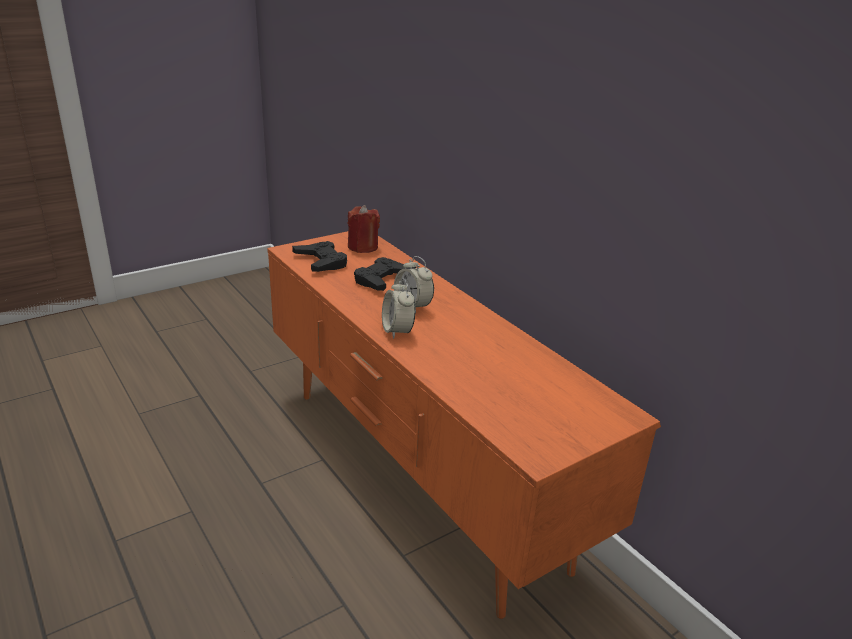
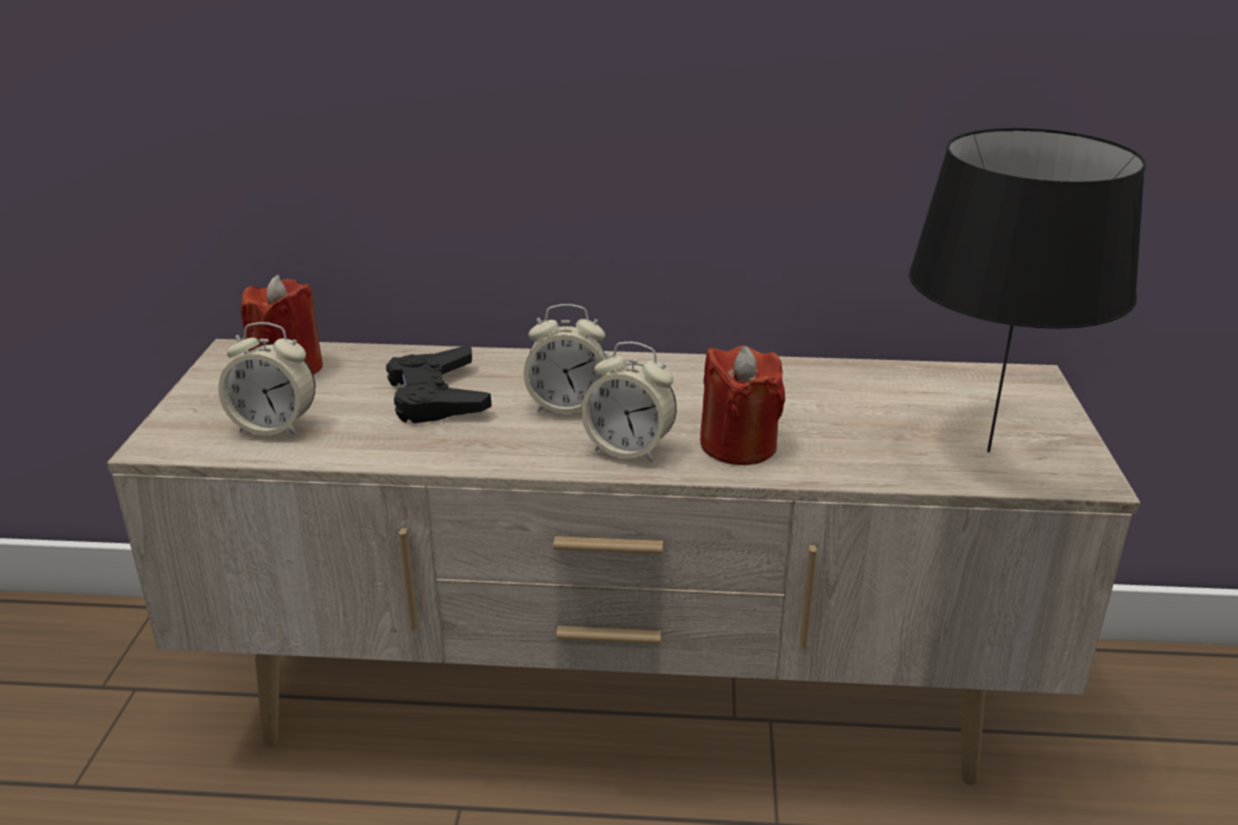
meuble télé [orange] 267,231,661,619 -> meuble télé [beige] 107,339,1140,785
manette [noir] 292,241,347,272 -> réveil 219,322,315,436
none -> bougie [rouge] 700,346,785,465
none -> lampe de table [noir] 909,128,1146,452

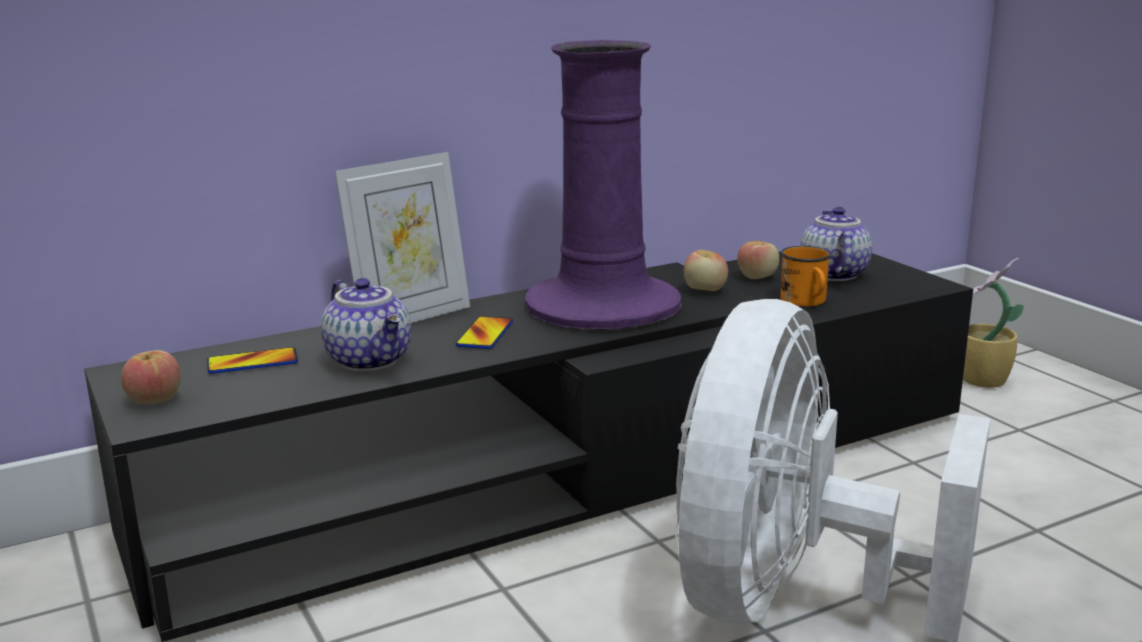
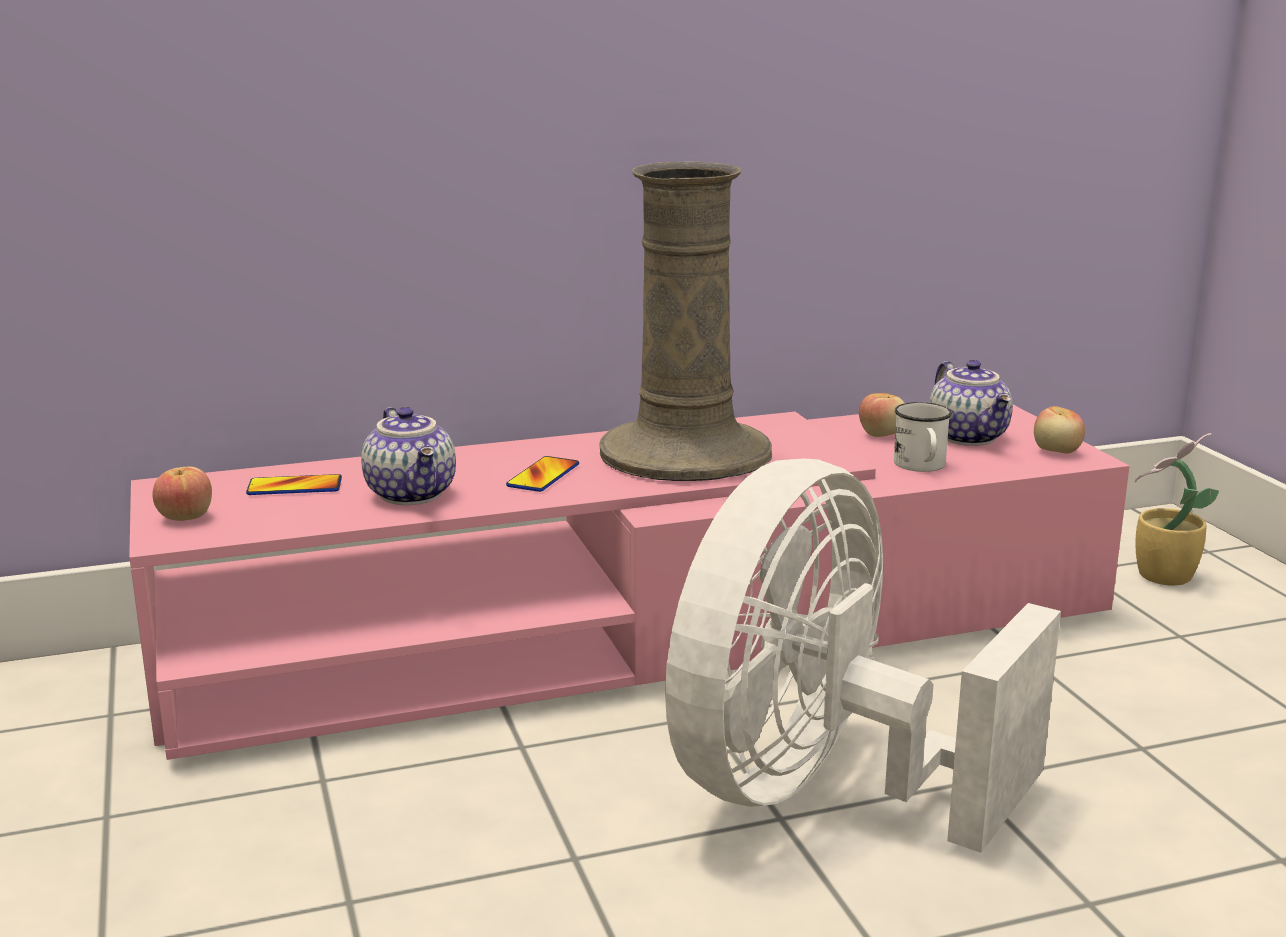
meuble télé [noir] 84,252,973,642 -> meuble télé [rose] 129,405,1130,760
cadre photo 335,152,470,323 -> none
vase [violet] 525,40,681,330 -> vase [beige] 599,161,772,481
pomme 684,250,728,291 -> pomme 1034,406,1085,454, relocated
mug [orange] 781,246,831,306 -> mug [blanc] 894,402,952,472
théière 800,207,872,281 -> théière 929,360,1013,446, 150 degrees clockwise

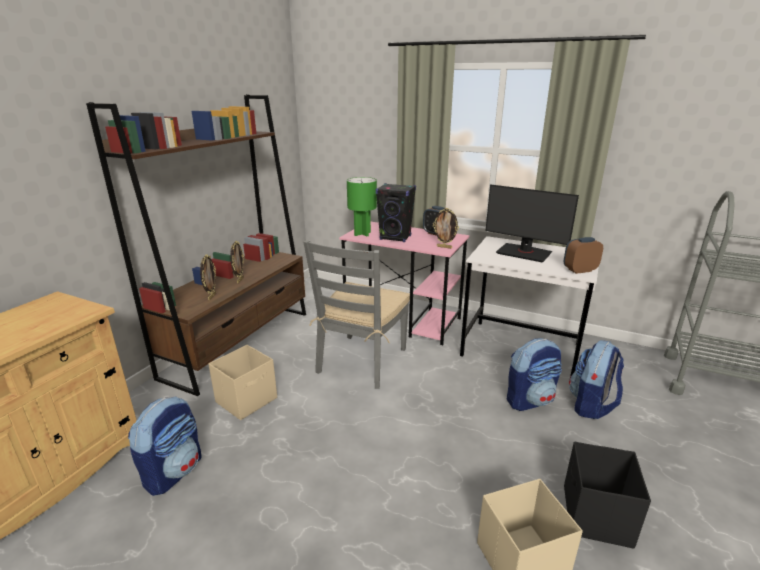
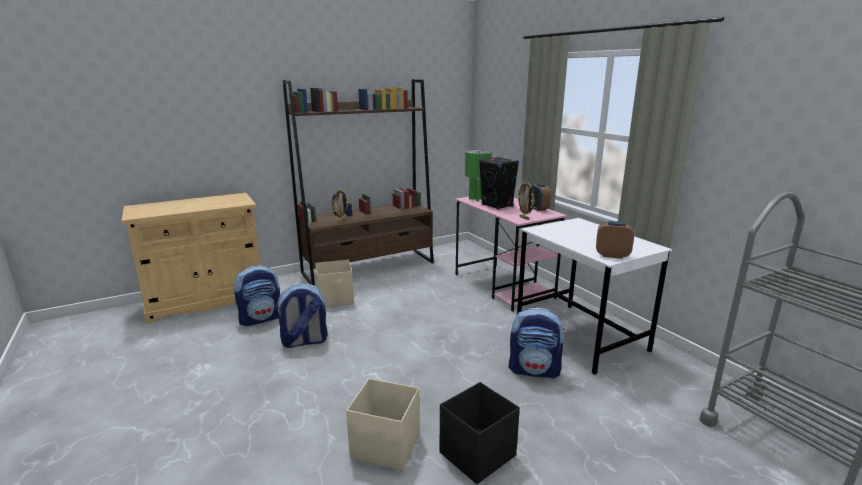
cadre photo 230,241,244,283 -> none
chaise [gris] 303,240,410,389 -> none
écran d'ordinateur 486,184,579,263 -> none
sac à dos 569,340,624,419 -> sac à dos 276,283,328,348, relocated

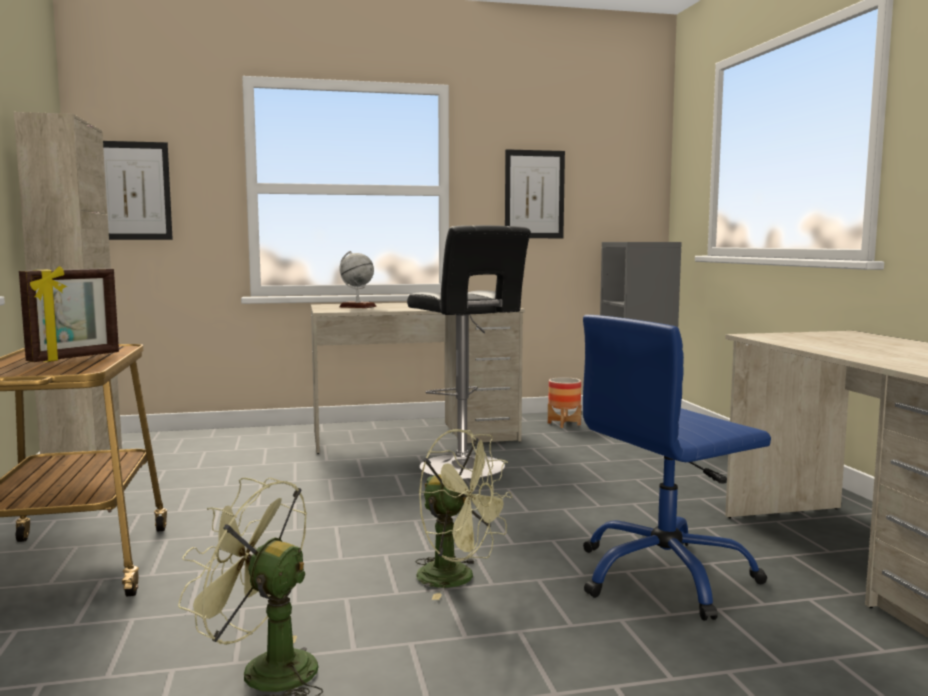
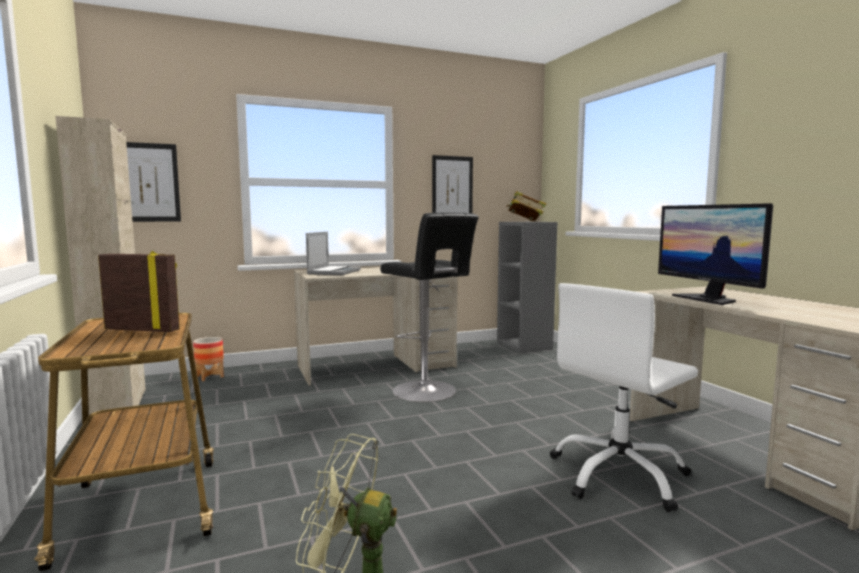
cadre photo 19,266,119,362 -> cadre photo 98,251,180,332, 105 degrees counterclockwise
globe 339,251,376,308 -> ordinateur portable 306,232,361,275
ventilateur [vert] 415,429,513,600 -> none
cache-pot 548,377,581,428 -> cache-pot 193,337,224,381, relocated
chaise de bureau [bleu] 583,315,771,621 -> chaise de bureau [blanc] 550,283,698,512
none -> livre 506,191,546,222
none -> écran d'ordinateur 658,203,773,305

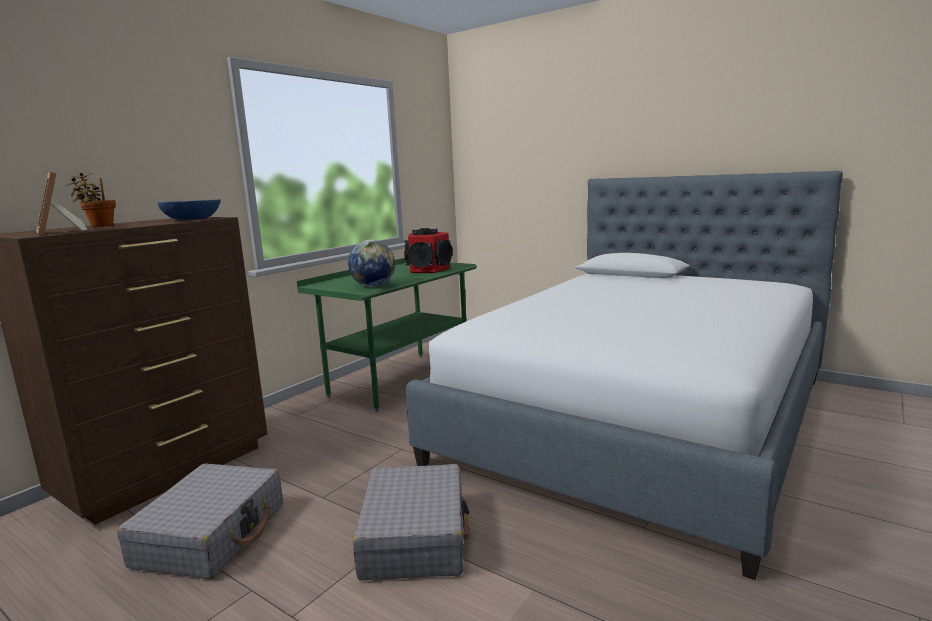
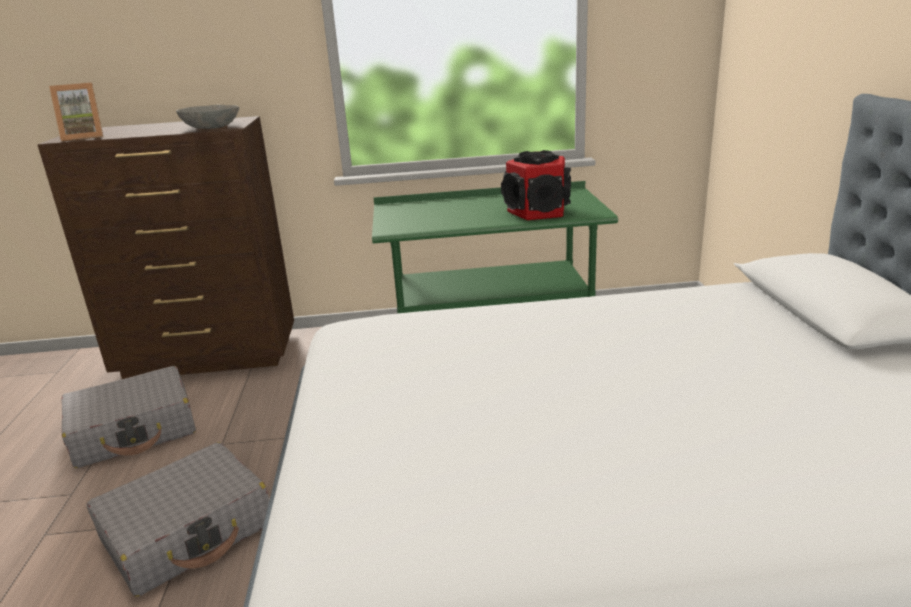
cadre photo 36,172,88,235 -> cadre photo 49,83,104,141, 120 degrees counterclockwise
plante en pot 66,173,116,227 -> none
bol [bleu] 158,199,221,220 -> bol [gris] 176,105,239,129
globe 348,240,395,287 -> none

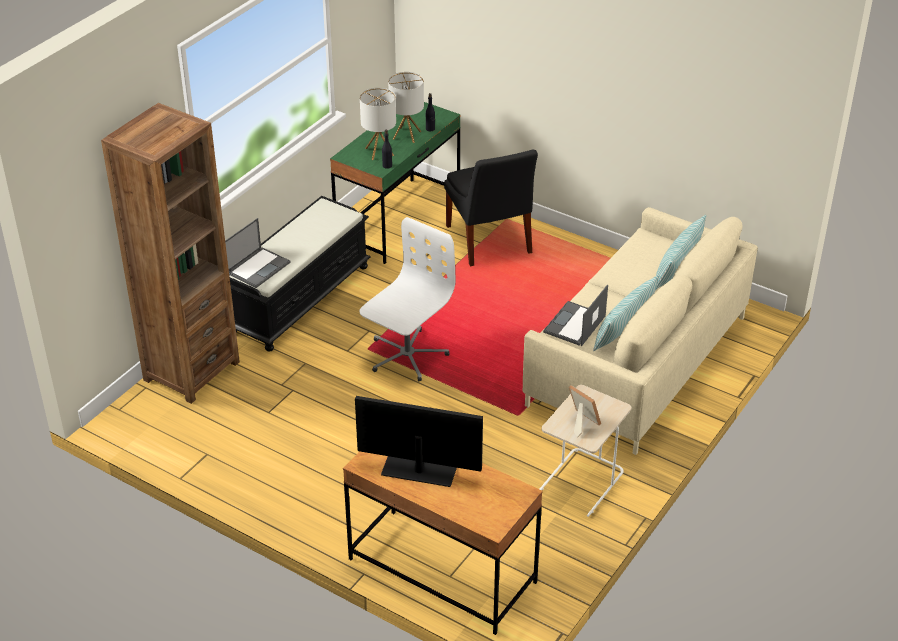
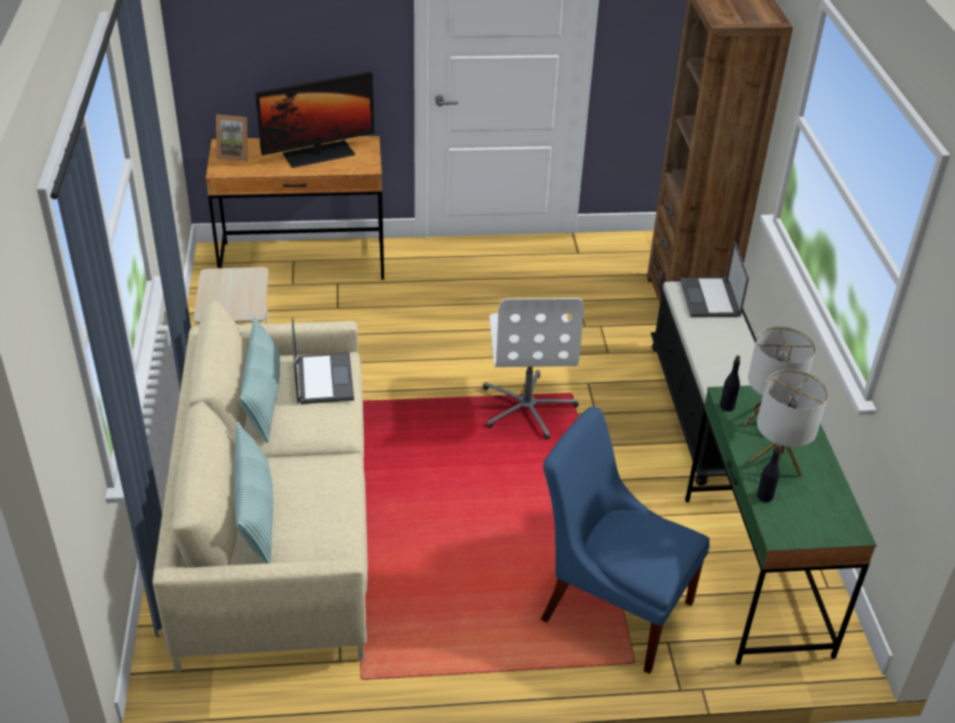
chaise [noir] 444,150,538,266 -> chaise [bleu] 541,407,710,674
cadre photo 569,385,601,437 -> cadre photo 216,114,248,162, relocated

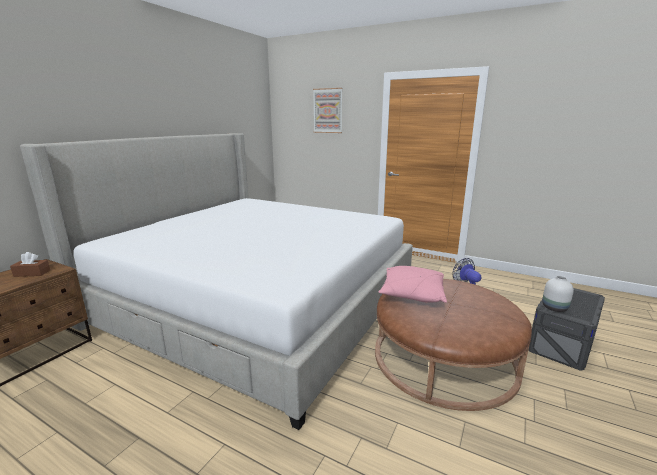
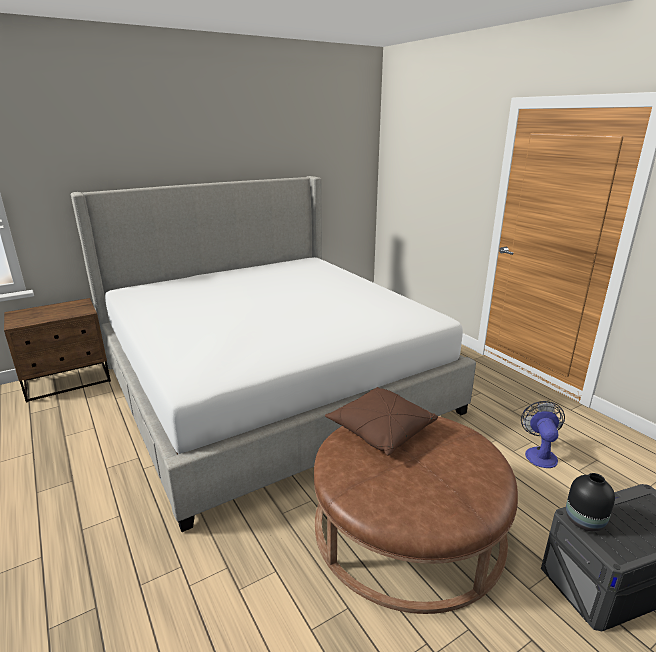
boîte à mouchoirs [marron] 10,252,50,277 -> none
tableau 313,88,343,133 -> none
coussin [rose] 378,266,447,303 -> coussin [marron] 325,387,438,456
vase [blanc] 542,276,574,312 -> vase [noir] 566,473,615,532

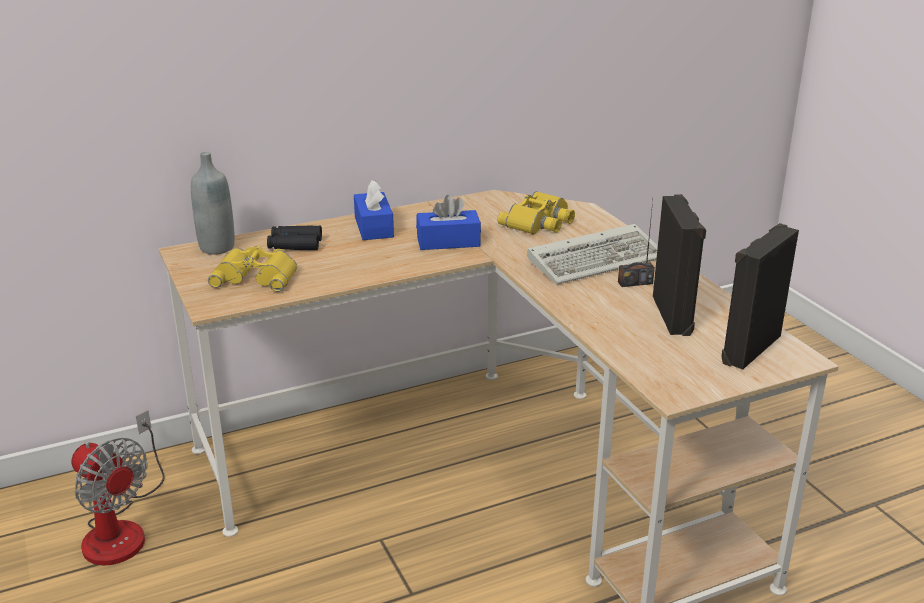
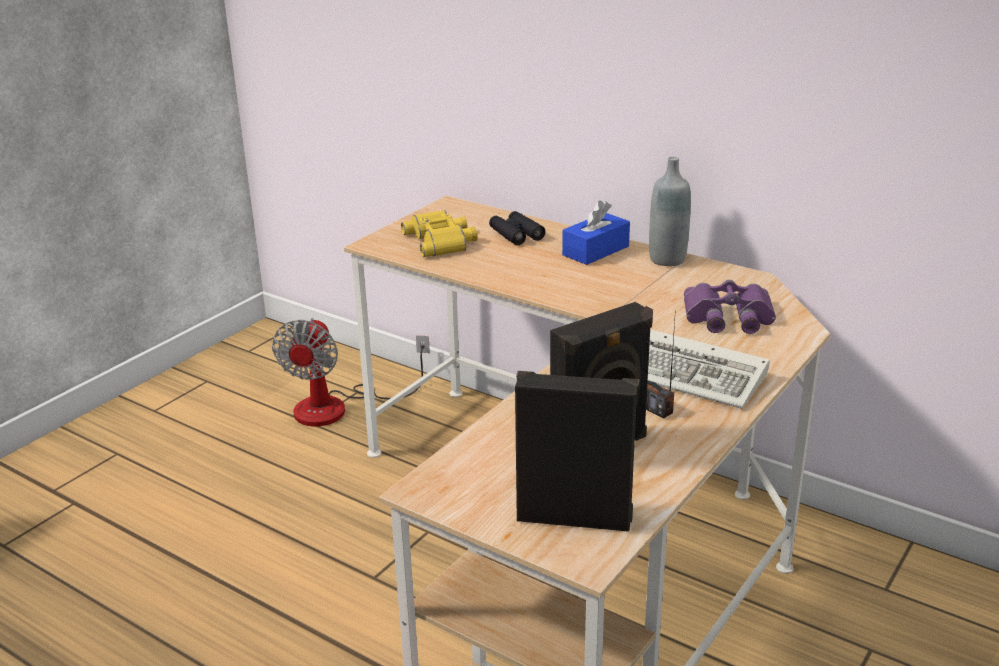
bouteille [gris] 191,152,235,255 -> bouteille [gris] 649,157,691,266, relocated
boîte à mouchoirs [bleu] 416,195,481,250 -> none
jumelles [jaune] 498,191,575,235 -> jumelles [violet] 684,280,776,334

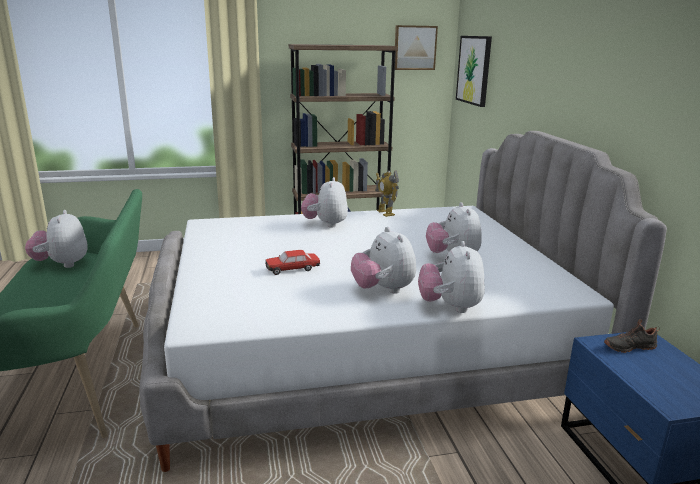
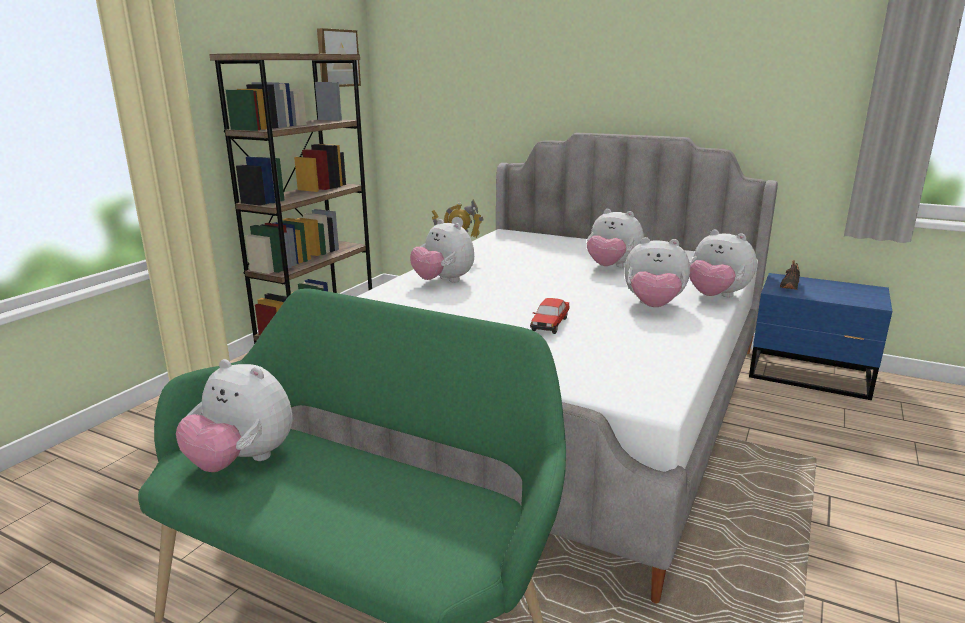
tableau 456,36,492,107 -> none

